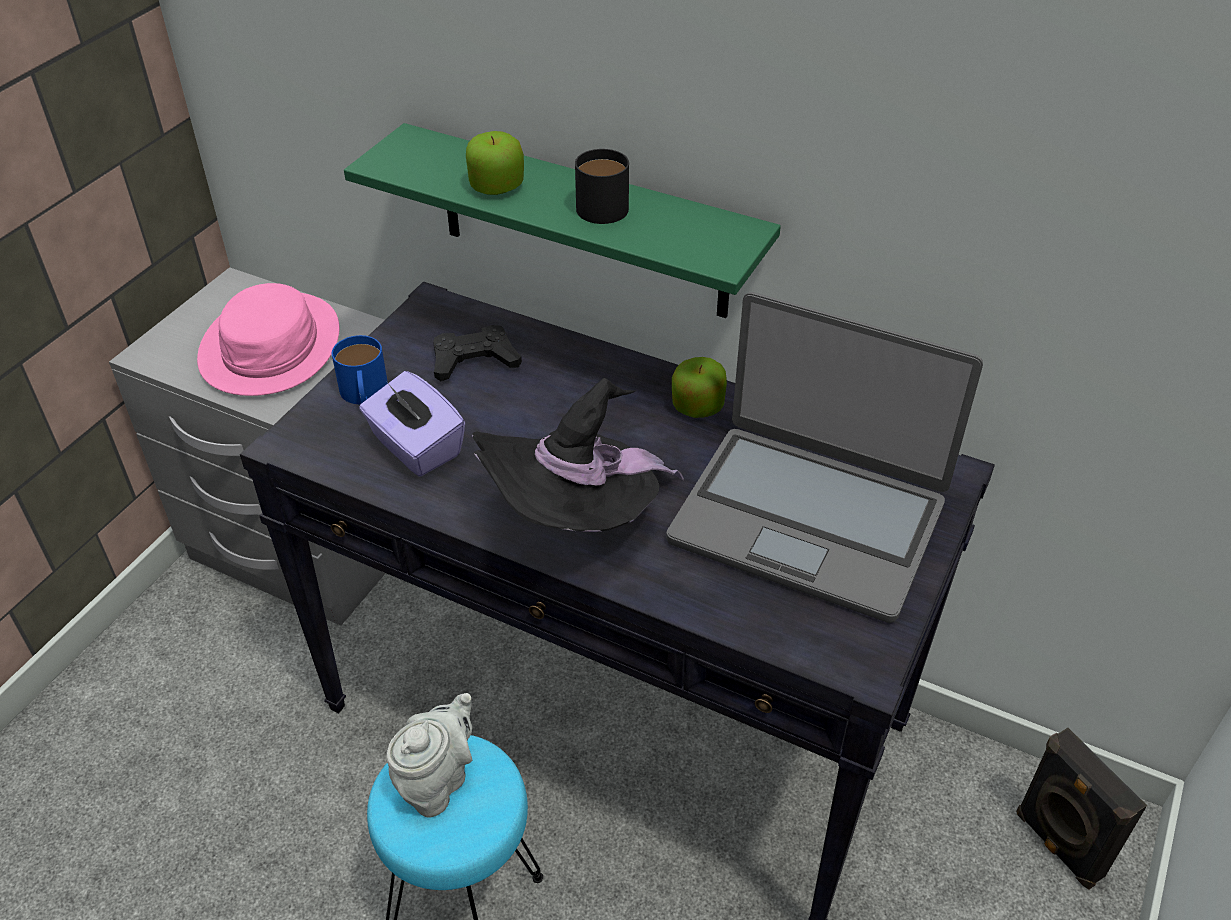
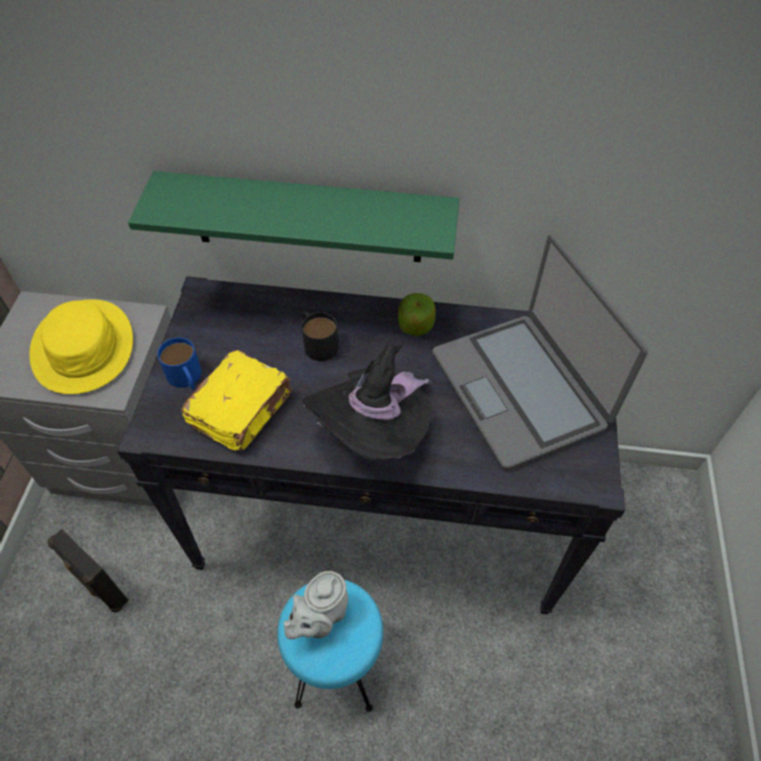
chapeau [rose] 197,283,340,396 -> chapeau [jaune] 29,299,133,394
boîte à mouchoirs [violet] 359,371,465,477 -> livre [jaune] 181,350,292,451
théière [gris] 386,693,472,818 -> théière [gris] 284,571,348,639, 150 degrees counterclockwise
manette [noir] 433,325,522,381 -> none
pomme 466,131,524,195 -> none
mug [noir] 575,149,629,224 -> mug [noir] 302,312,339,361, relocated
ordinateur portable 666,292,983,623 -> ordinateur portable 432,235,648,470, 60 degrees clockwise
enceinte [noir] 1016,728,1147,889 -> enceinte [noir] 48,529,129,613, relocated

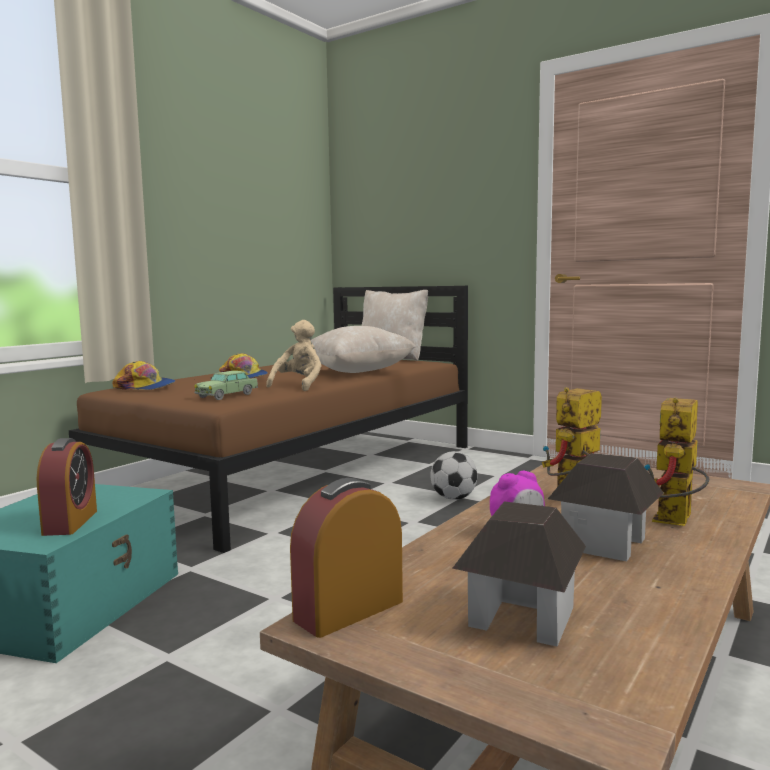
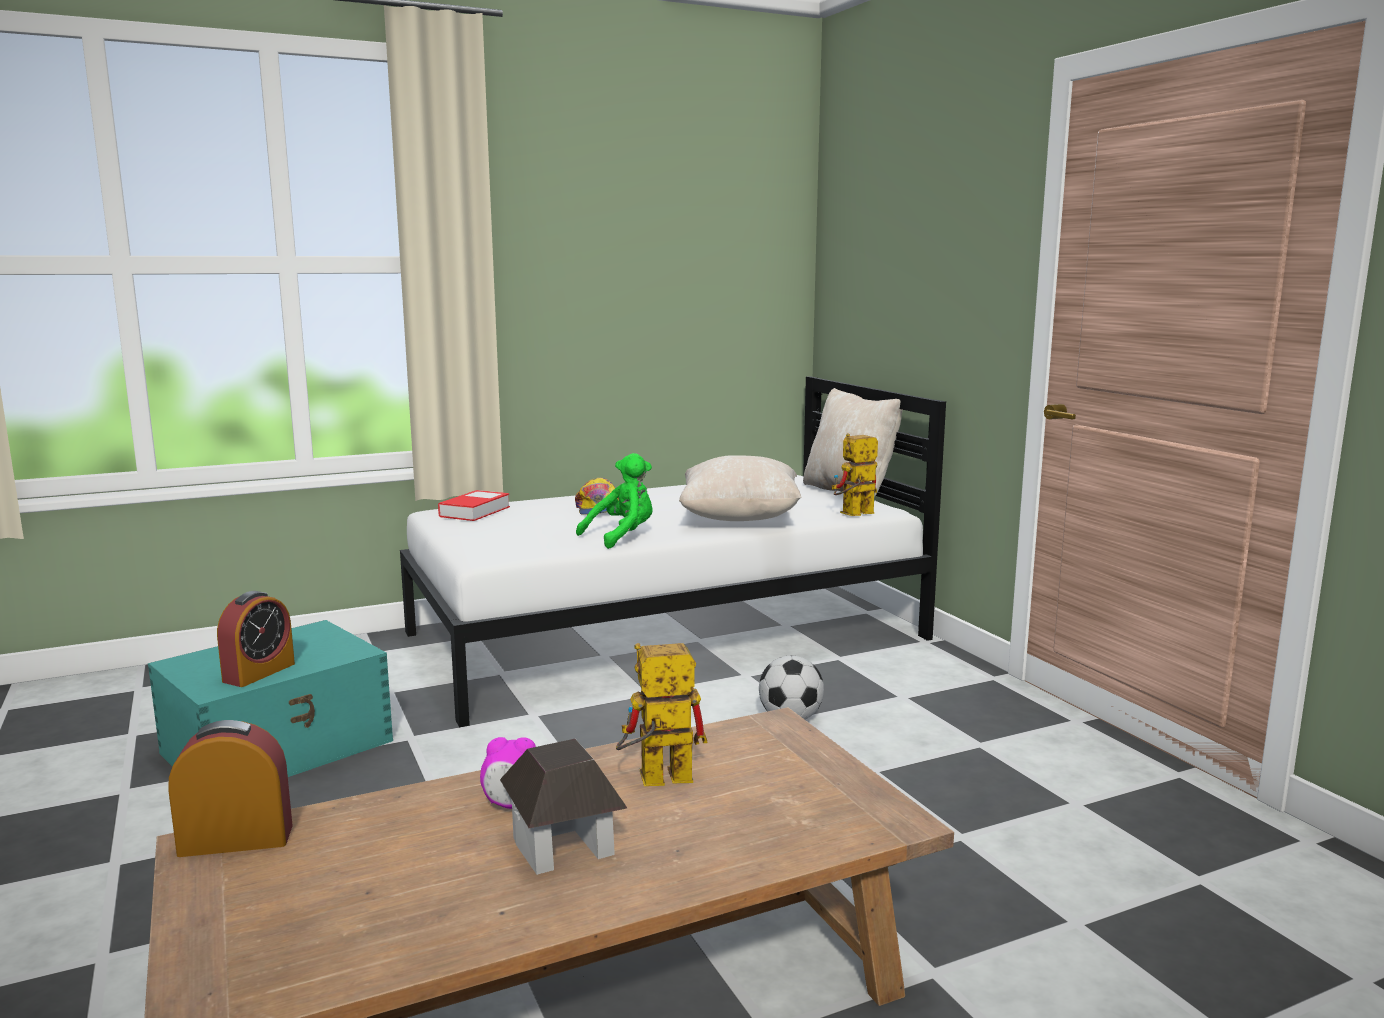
lit [marron] 69,286,468,553 -> lit [blanc] 400,376,946,727
casquette 112,361,175,390 -> livre 438,490,510,521
petite voiture 194,371,258,400 -> none
peluche [beige] 266,320,322,391 -> peluche [vert] 576,453,653,549
maison miniature 452,501,586,647 -> none
robot jouet 643,397,709,526 -> robot jouet 832,433,878,516, relocated

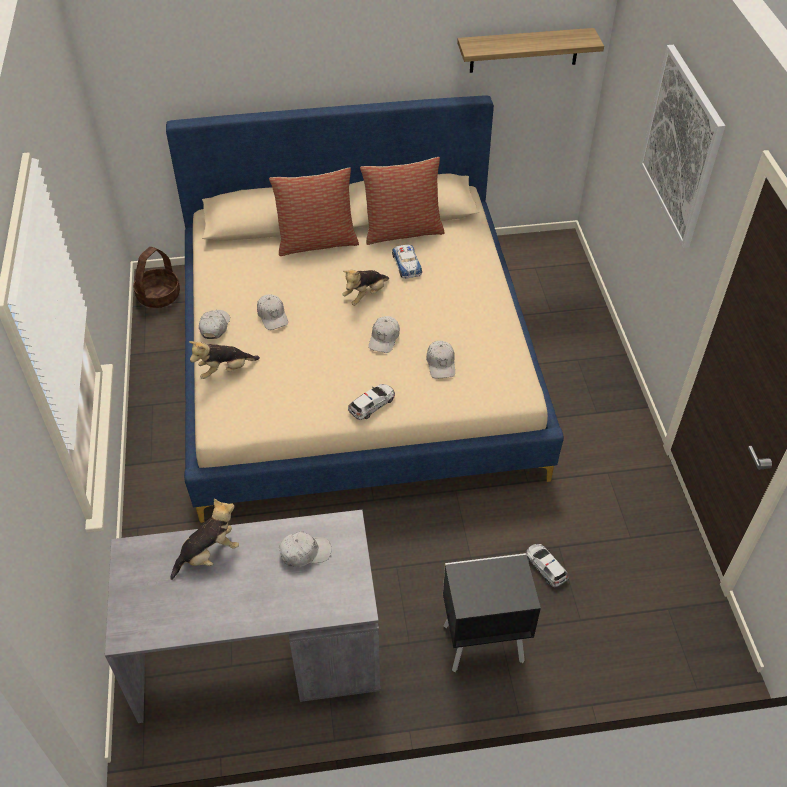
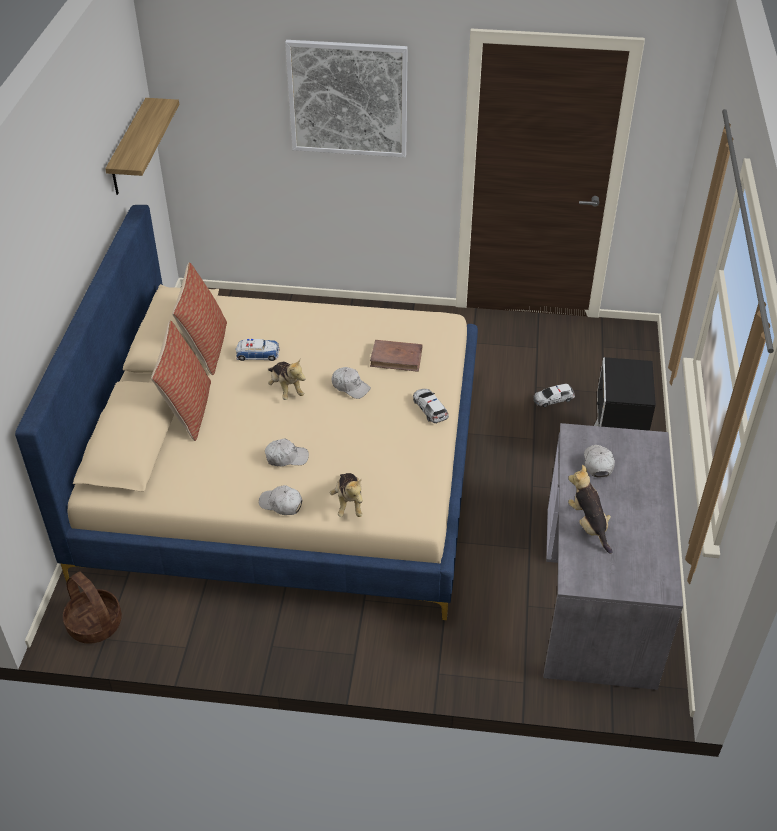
casquette [blanc] 426,341,455,379 -> livre [marron] 370,340,422,372

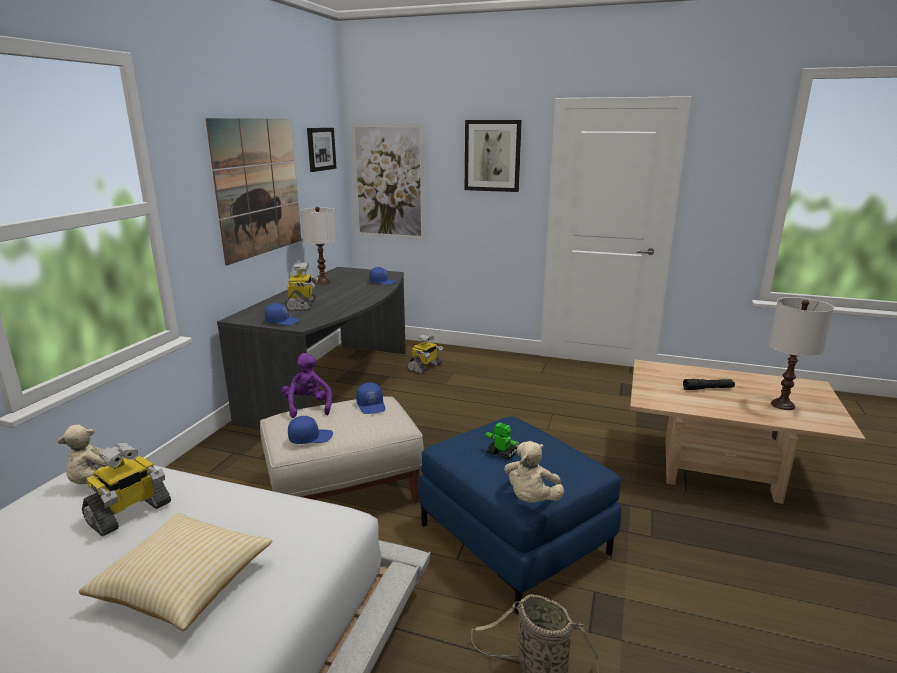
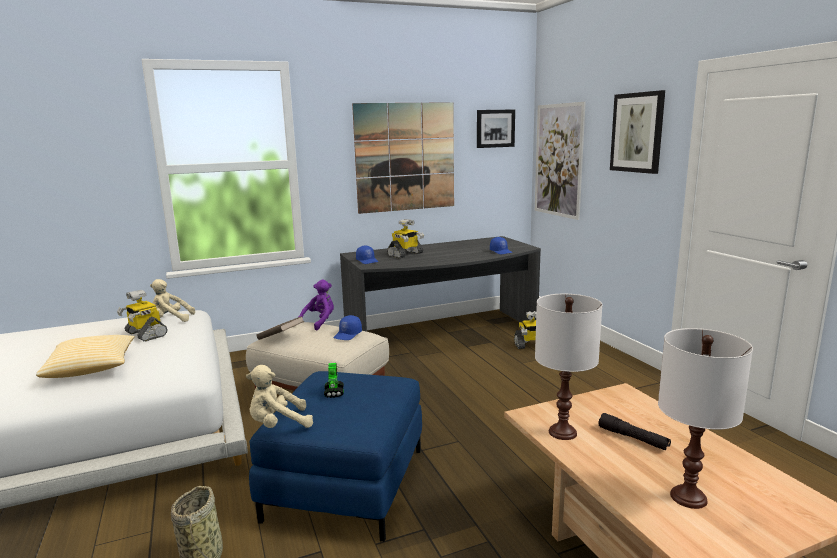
robot jouet 82,443,171,537 -> robot jouet 117,290,168,341, 45 degrees clockwise
casquette [bleu] 288,416,333,444 -> livre [marron] 257,316,305,340
lampe de table [blanc] 301,207,336,285 -> lampe de table [blanc] 535,294,602,440, relocated

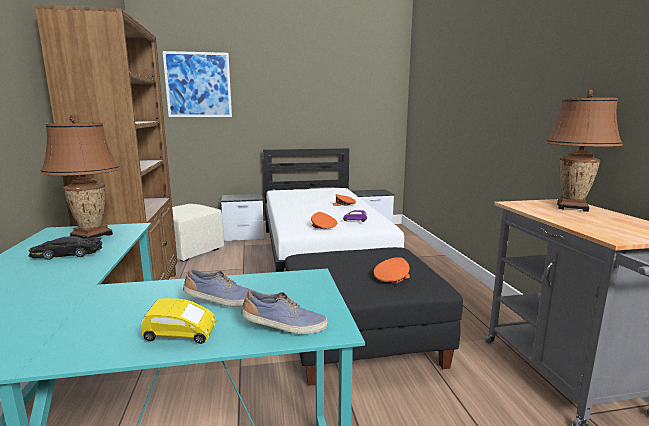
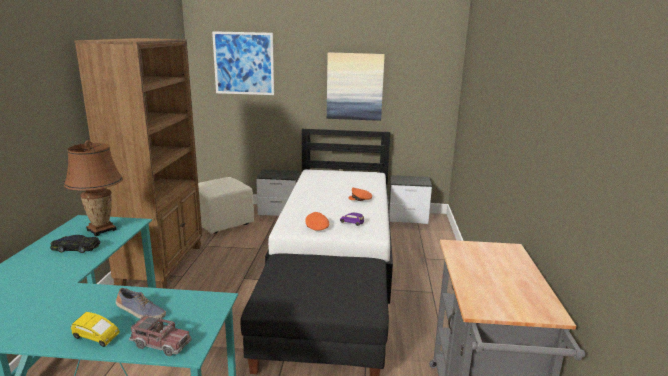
chaussure 241,290,328,334 -> camion jouet 129,314,192,356
casquette [orange] 374,257,410,284 -> none
lampe de table [marron] 545,90,623,212 -> none
none -> tableau 327,52,385,121

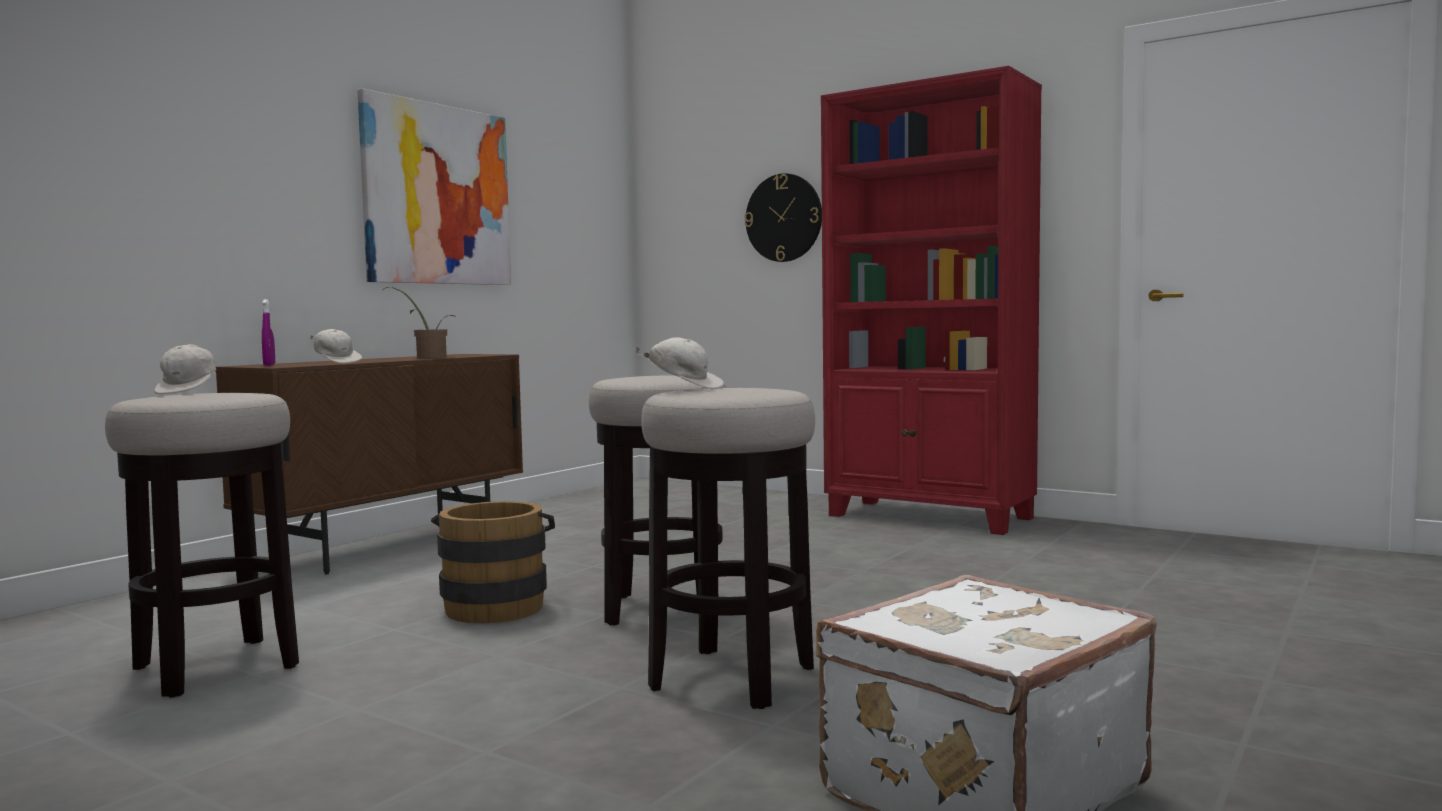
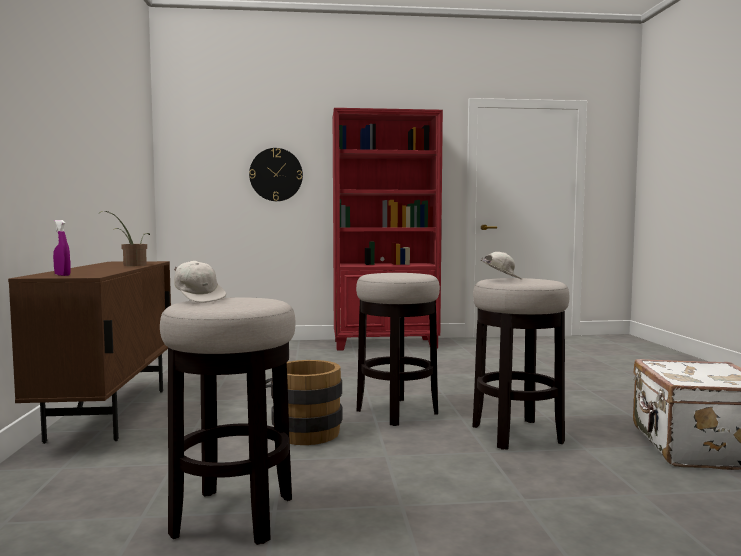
casquette [blanc] 310,329,362,363 -> none
tableau 357,89,511,285 -> none

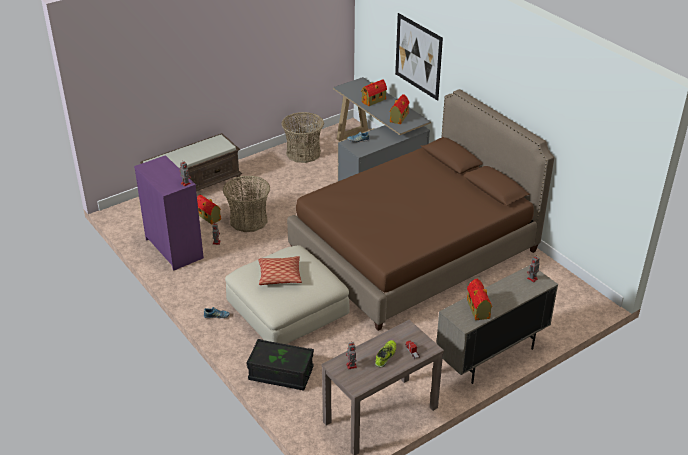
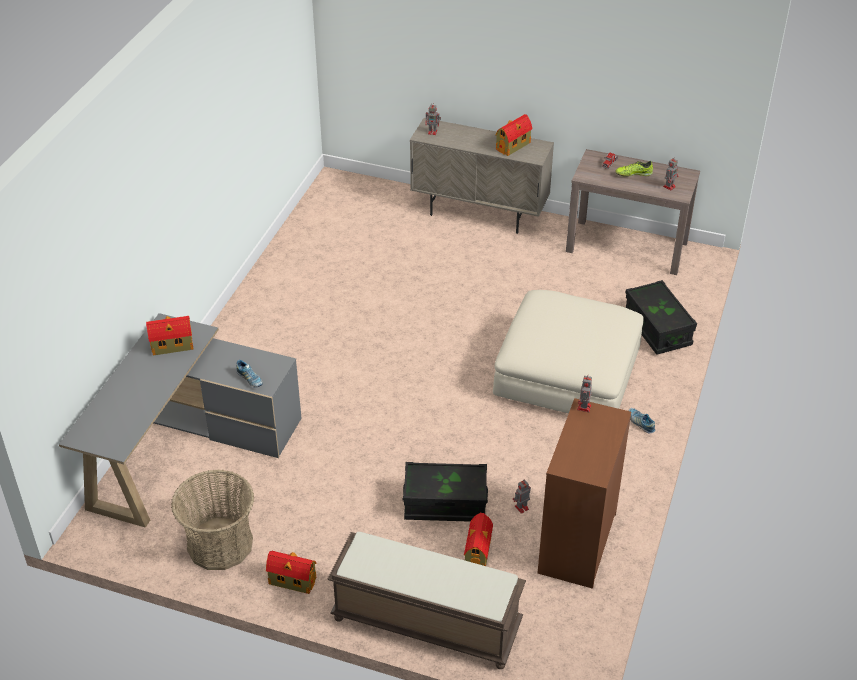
commode [violet] 134,155,204,271 -> commode [marron] 538,398,631,589
panier 223,175,270,232 -> boîte de rangement [noir] 403,462,488,522
coussin 259,256,302,285 -> none
lit [marron] 287,89,554,331 -> none
maison miniature 361,79,387,106 -> maison miniature 266,551,317,594, relocated
tableau 395,13,443,101 -> none

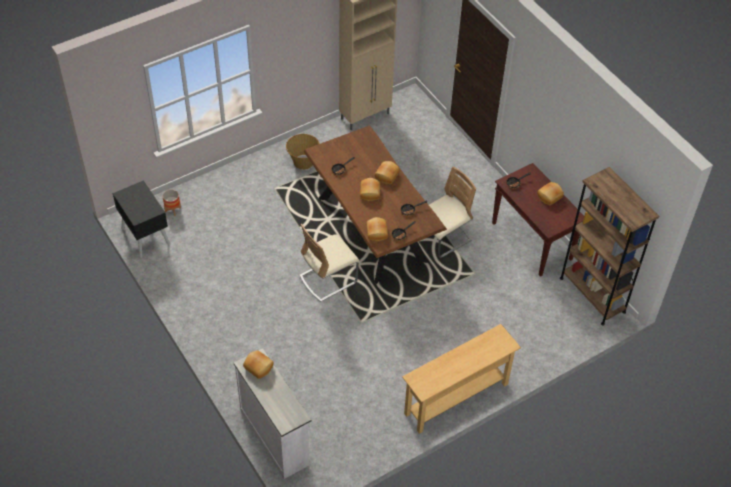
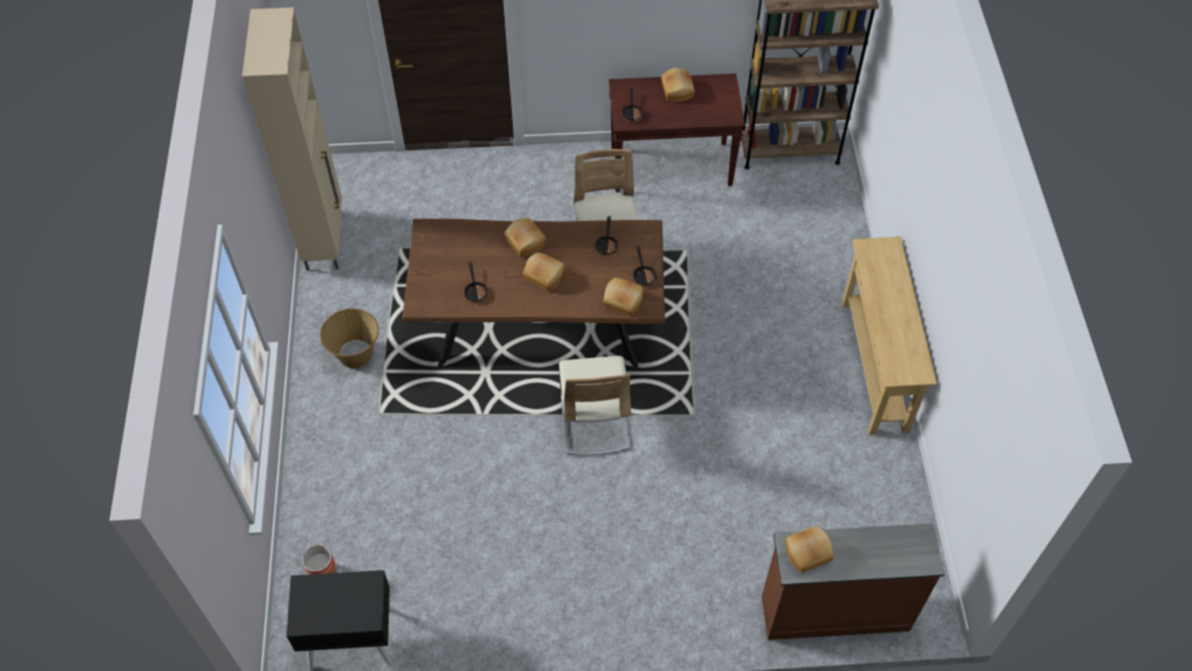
commode [blanc] 234,348,312,479 -> commode [marron] 762,523,945,640

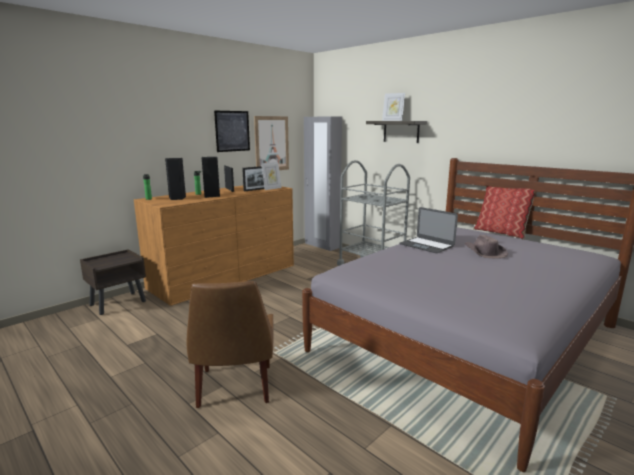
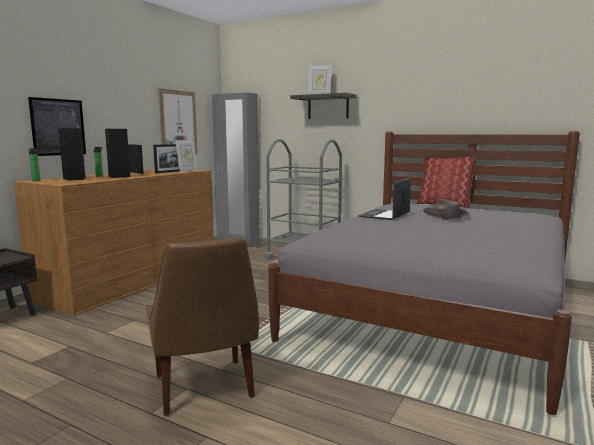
tableau 214,111,250,152 -> tableau 28,97,86,156, relocated
ordinateur portable 399,207,458,253 -> ordinateur portable 358,178,411,220, 90 degrees clockwise

